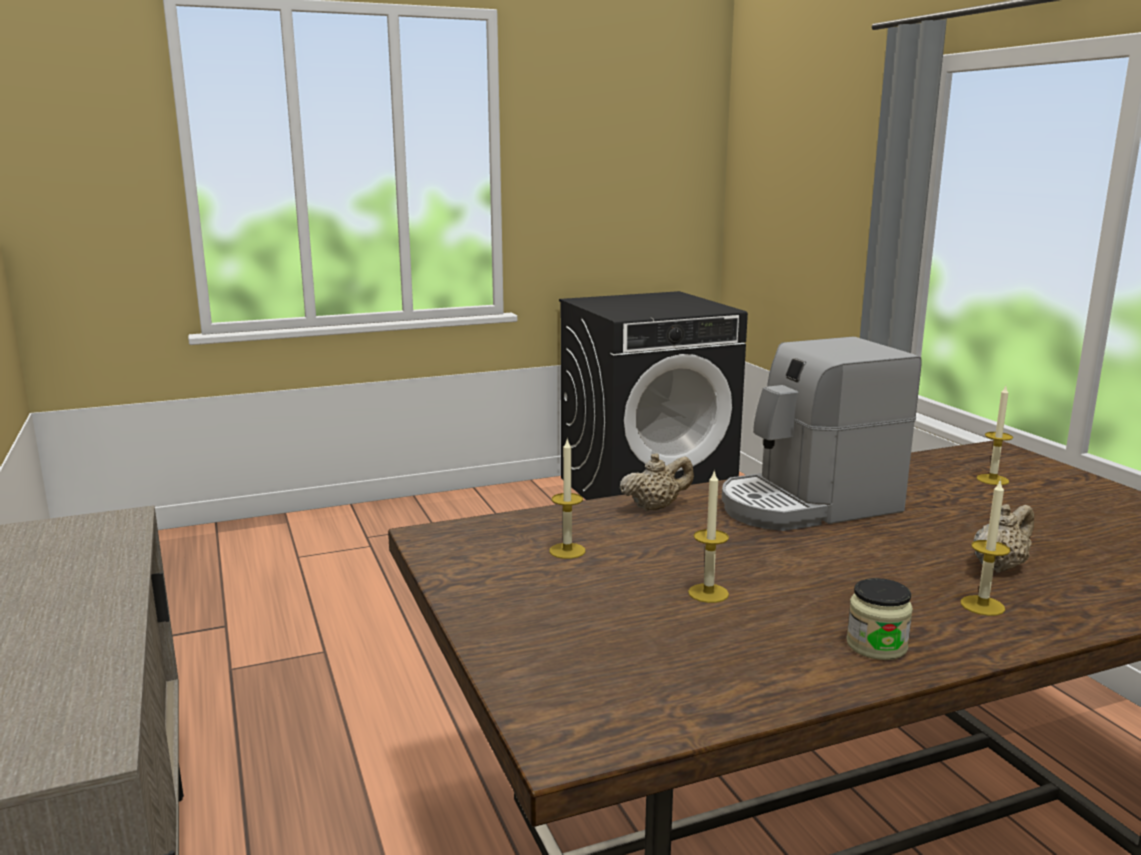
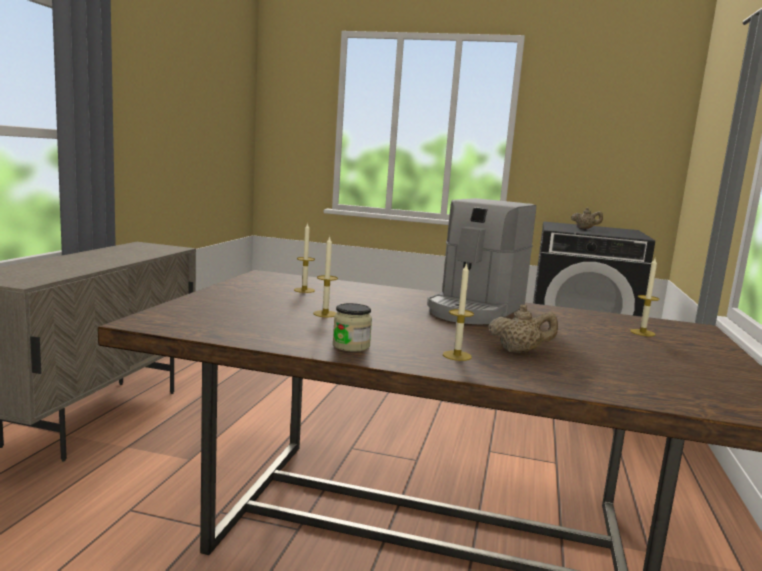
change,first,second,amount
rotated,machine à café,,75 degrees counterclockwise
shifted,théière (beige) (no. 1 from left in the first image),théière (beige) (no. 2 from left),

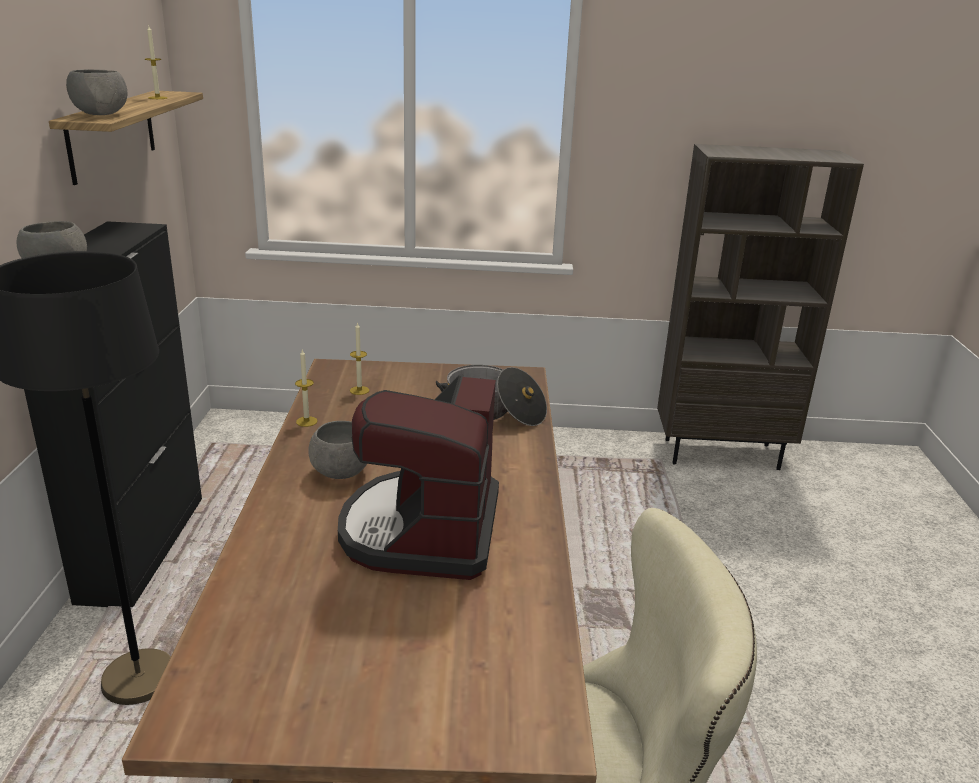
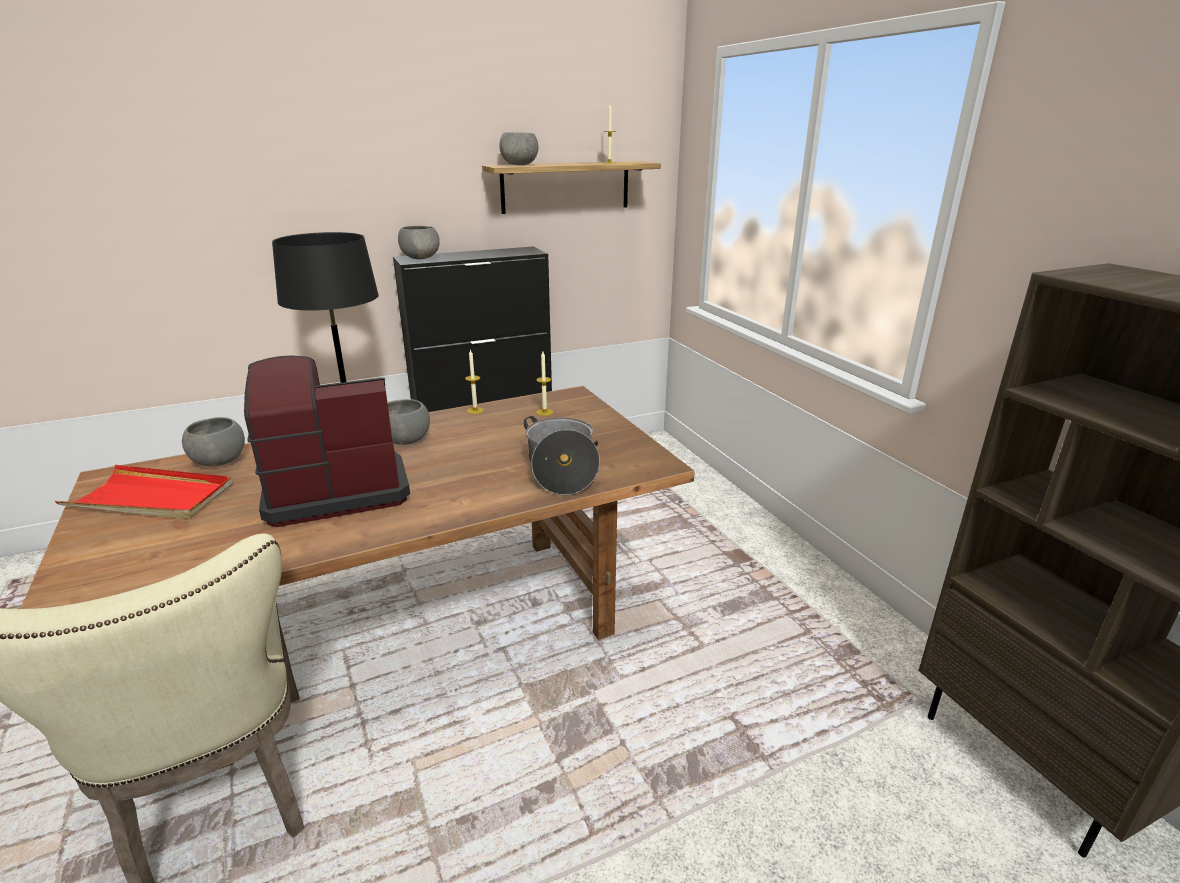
change,first,second,amount
new,,bol (gris) (no. 1 from left),
new,,plateau (rouge),

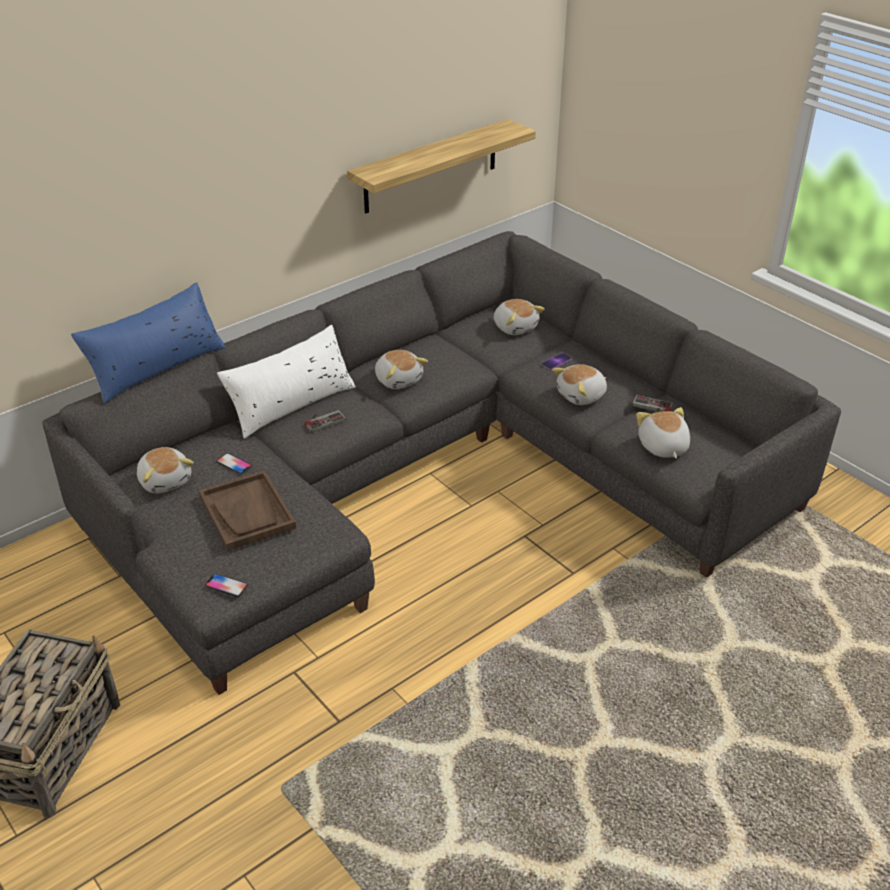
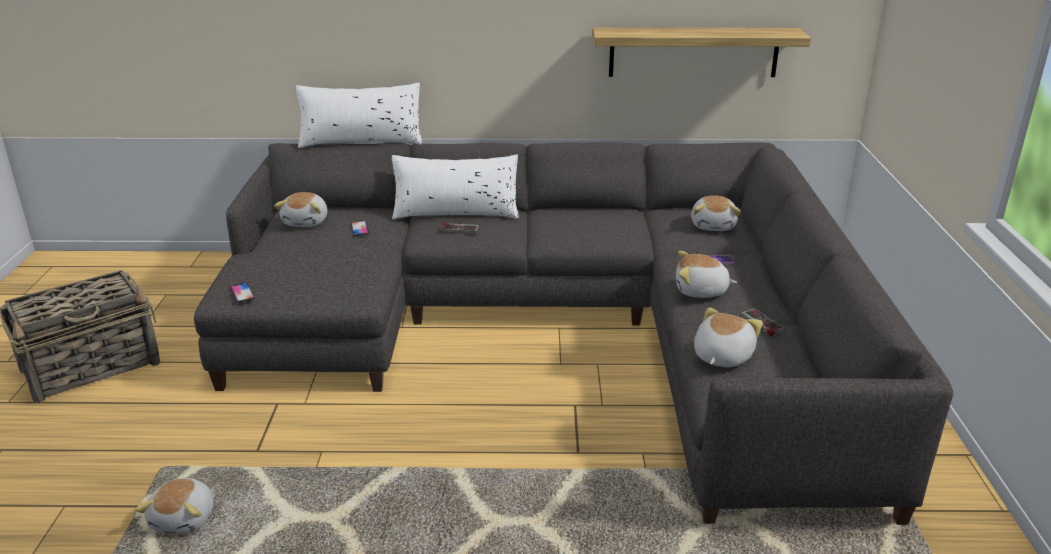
change,first,second,amount
repainted,coussin (bleu),coussin (blanc) (no. 1 from left),
shifted,peluche (no. 2 from left in the first image),peluche (no. 1 from left),
gone,plateau (marron),,

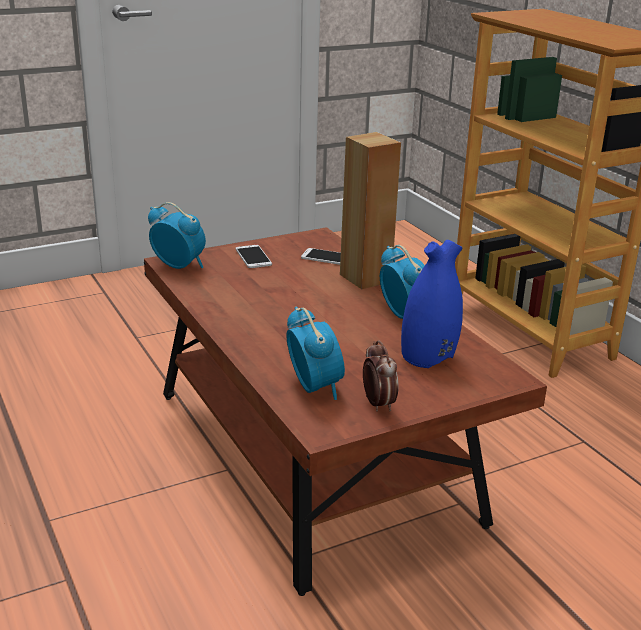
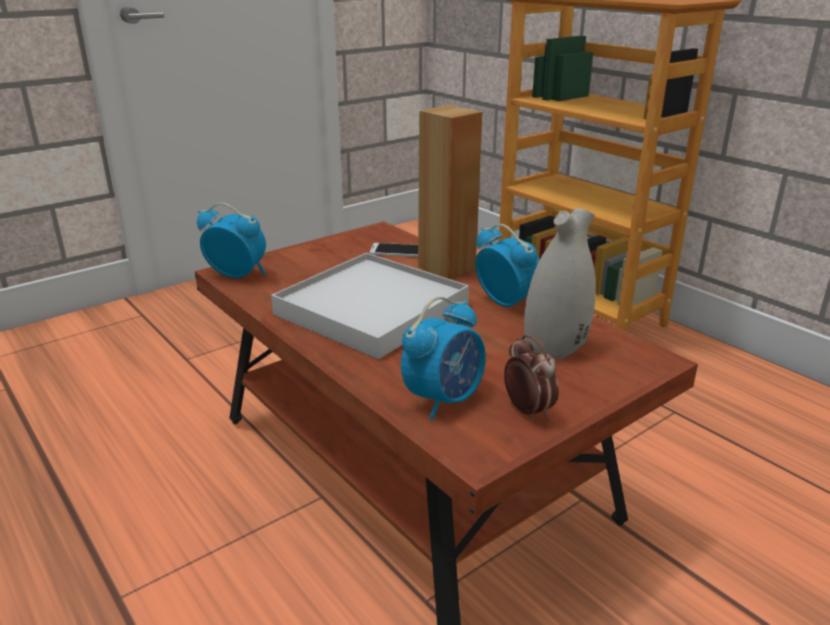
change,first,second,amount
repainted,vase (bleu),vase (blanc),
gone,téléphone (no. 1 from left),,
rotated,réveil (no. 2 from left),,75 degrees clockwise
new,,plateau (blanc),

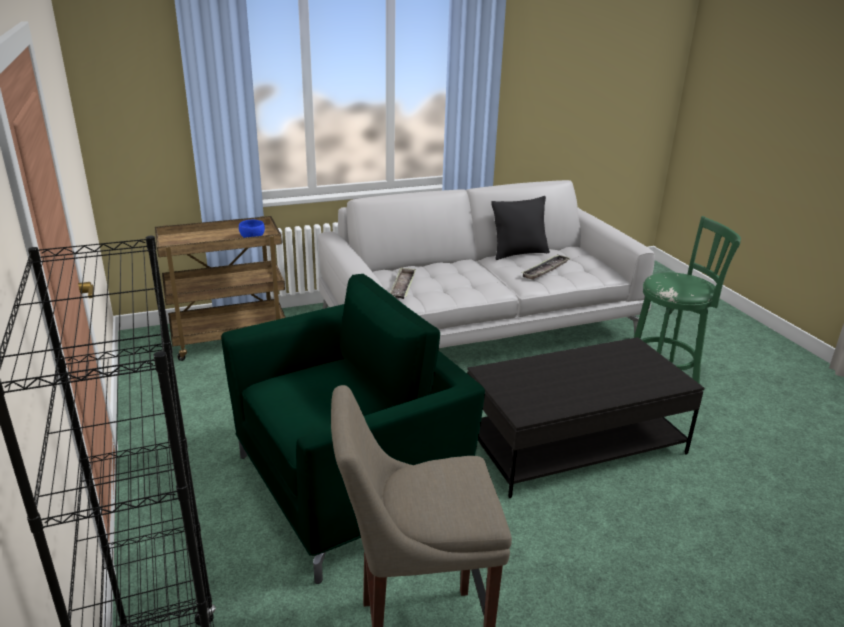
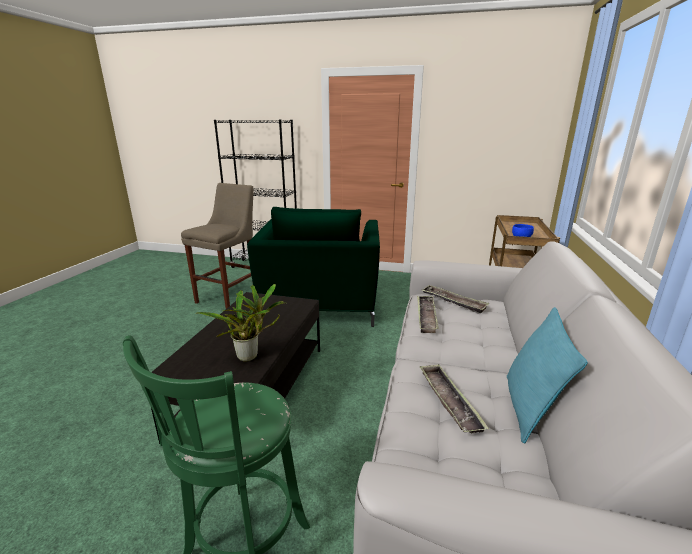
change,first,second,amount
repainted,coussin (noir),coussin (turquoise),
new,,plante en pot,
new,,plateau (no. 1 from left),

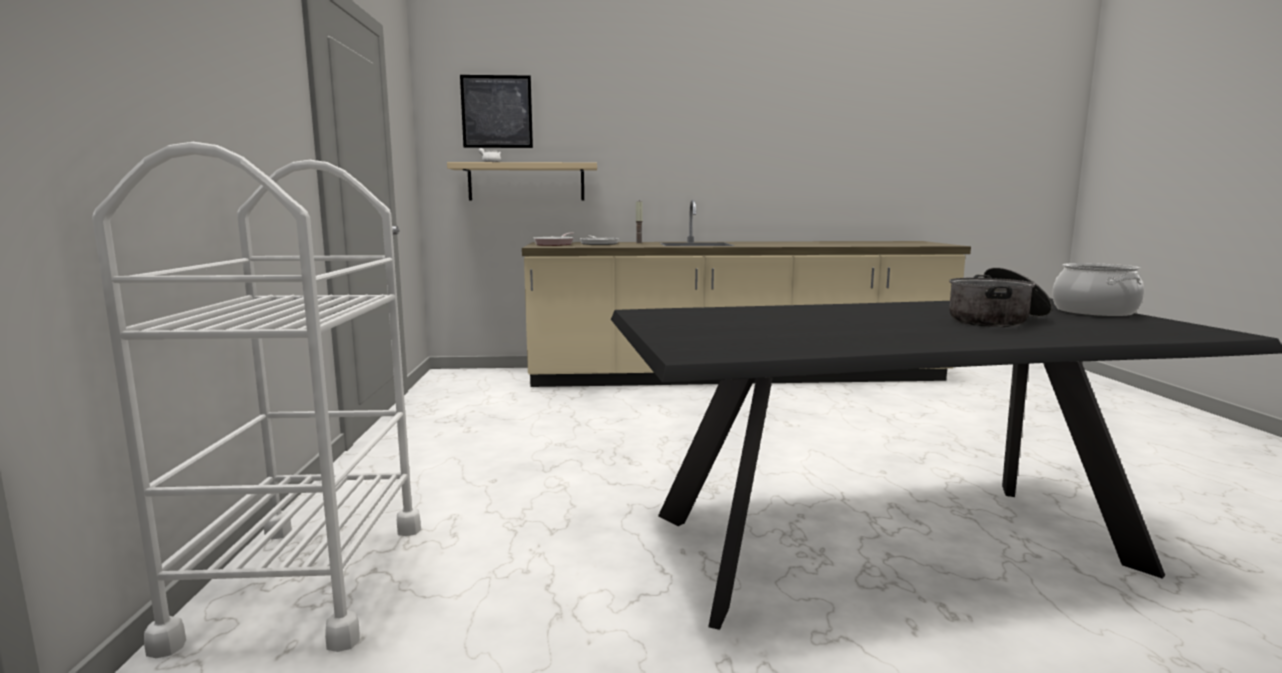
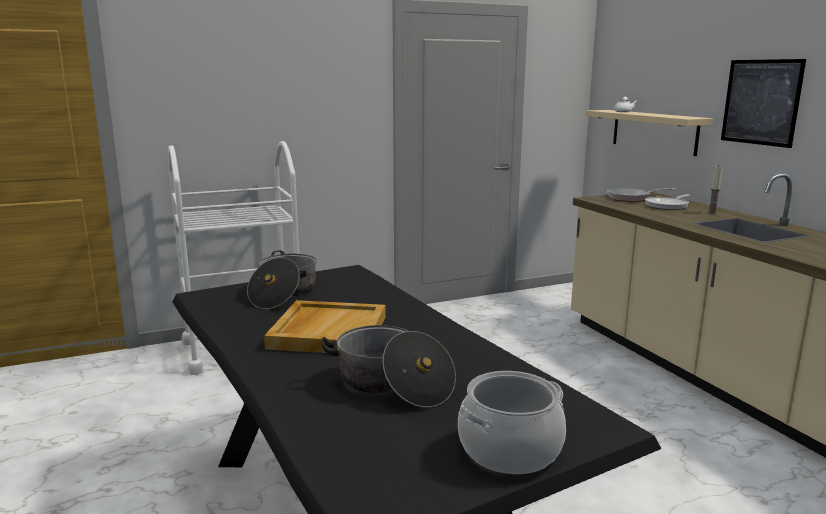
change,first,second,amount
shifted,tableau,,
new,,marmite (no. 1 from left),
new,,plateau (beige),

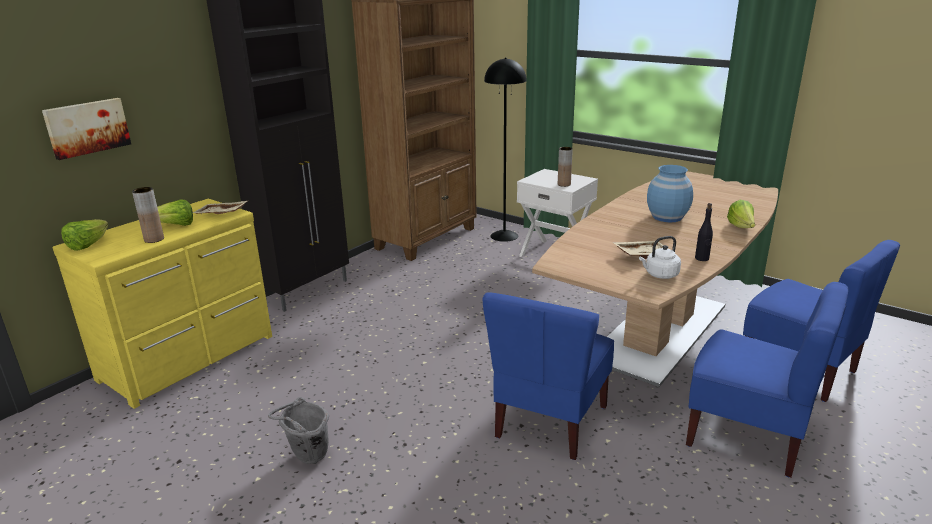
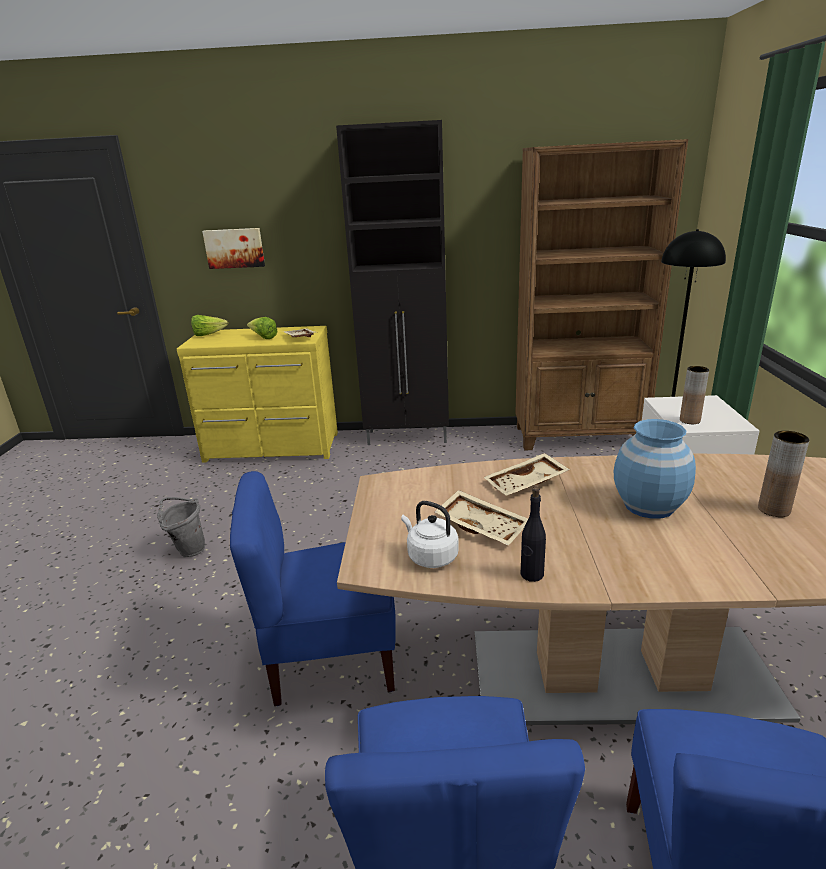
change,first,second,amount
shifted,vase (marron) (no. 1 from left in the first image),vase (marron) (no. 2 from left),
gone,laitue (no. 3 from left),,
new,,plateau (beige) (no. 3 from left),

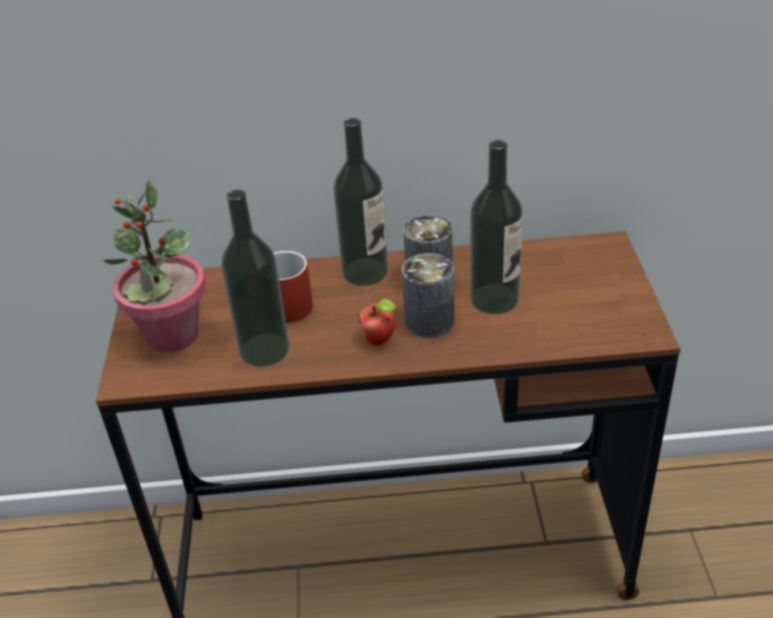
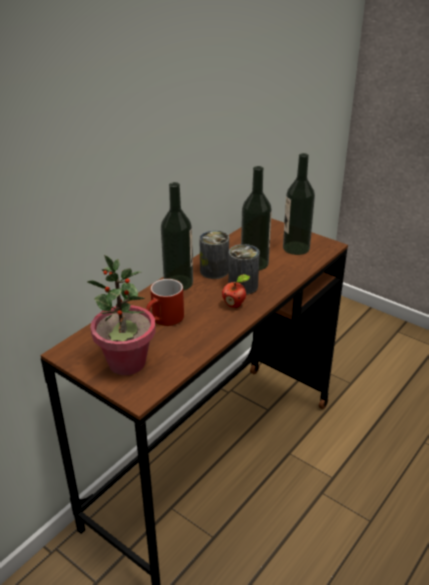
change,first,second,amount
shifted,bouteille (no. 1 from left in the first image),bouteille (no. 3 from left),

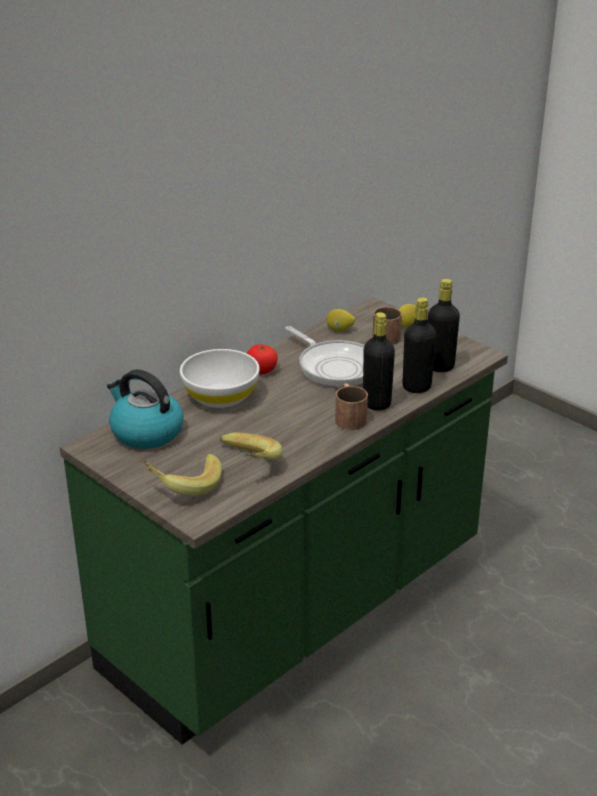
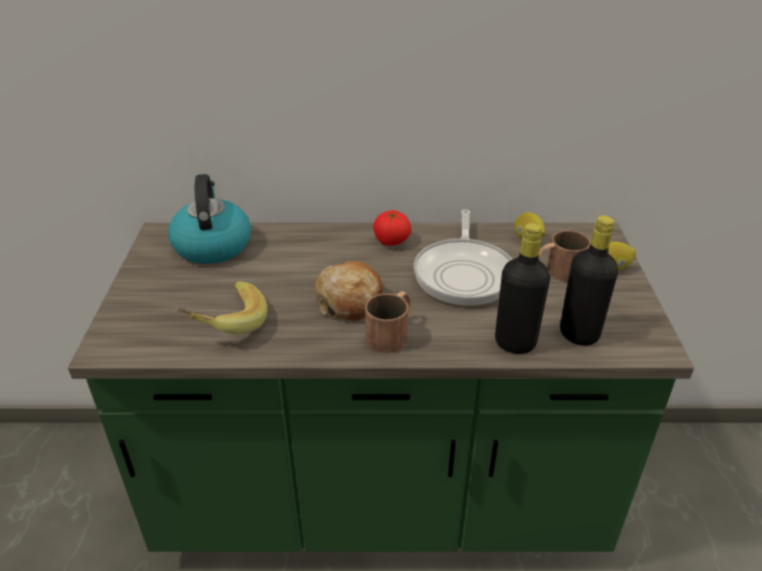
change,first,second,amount
gone,bouteille (noir) (no. 1 from left),,
gone,bol (blanc),,
gone,banane (no. 1 from left),,
new,,pain,

